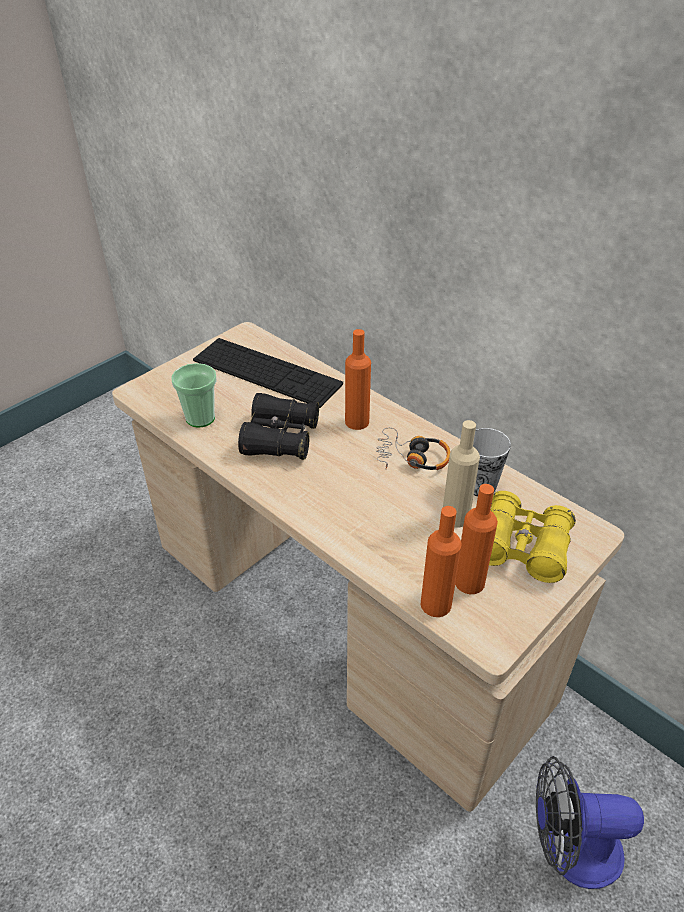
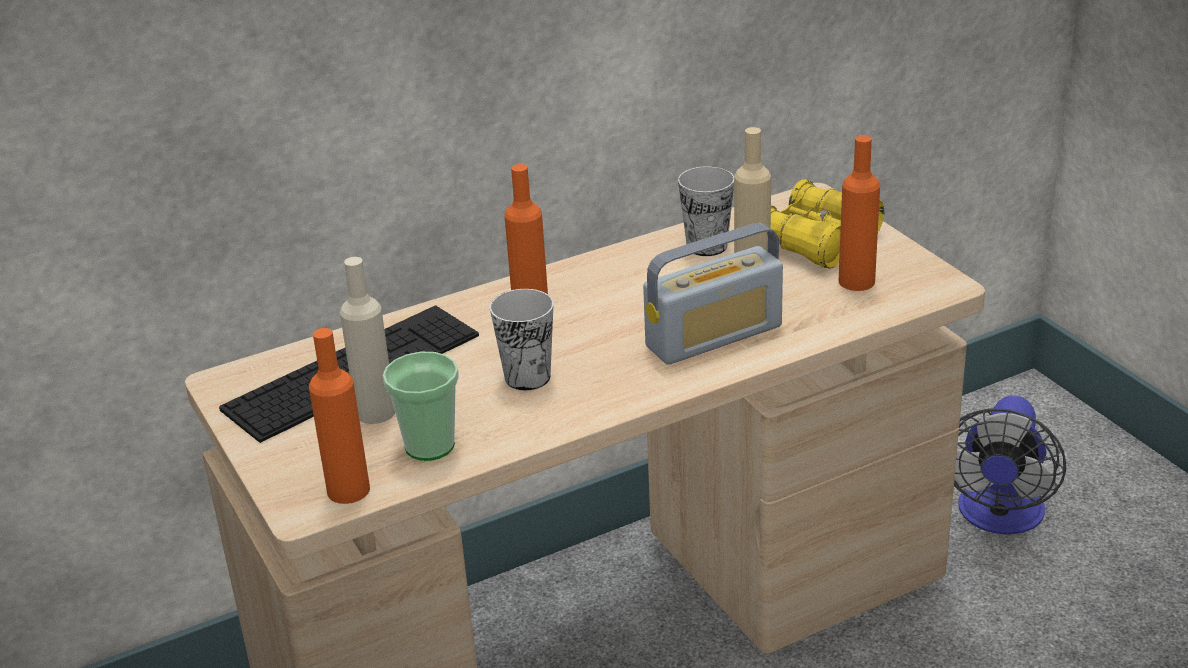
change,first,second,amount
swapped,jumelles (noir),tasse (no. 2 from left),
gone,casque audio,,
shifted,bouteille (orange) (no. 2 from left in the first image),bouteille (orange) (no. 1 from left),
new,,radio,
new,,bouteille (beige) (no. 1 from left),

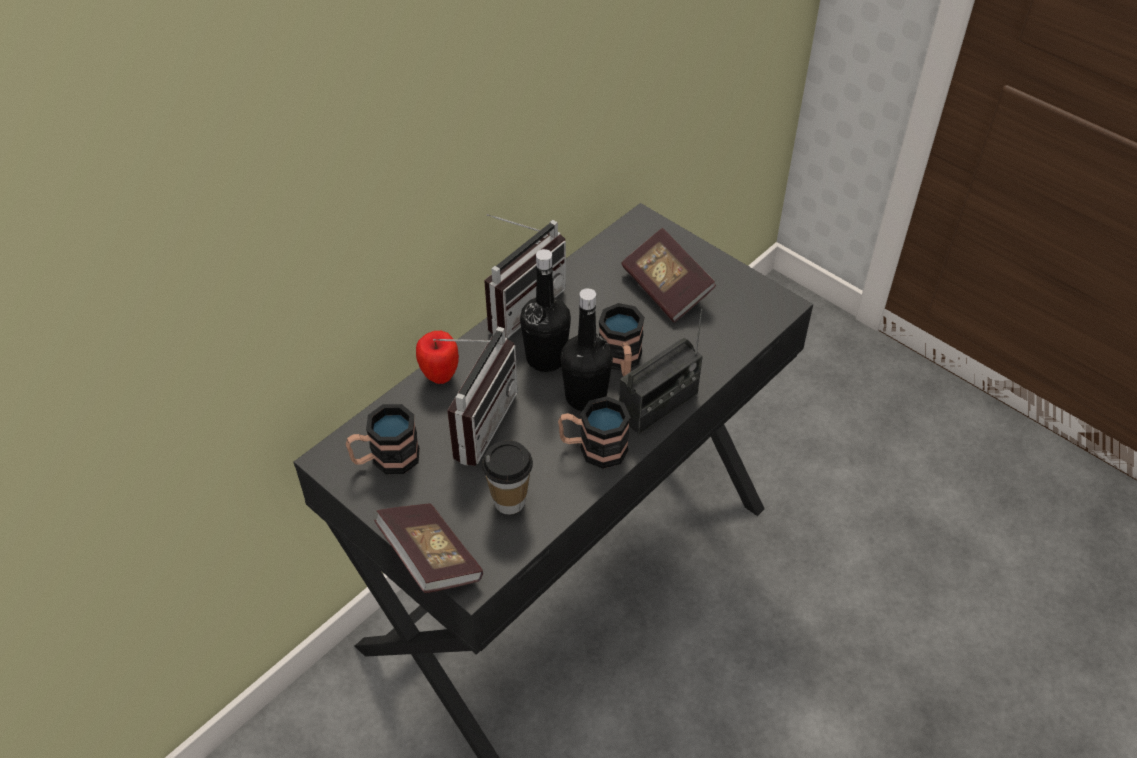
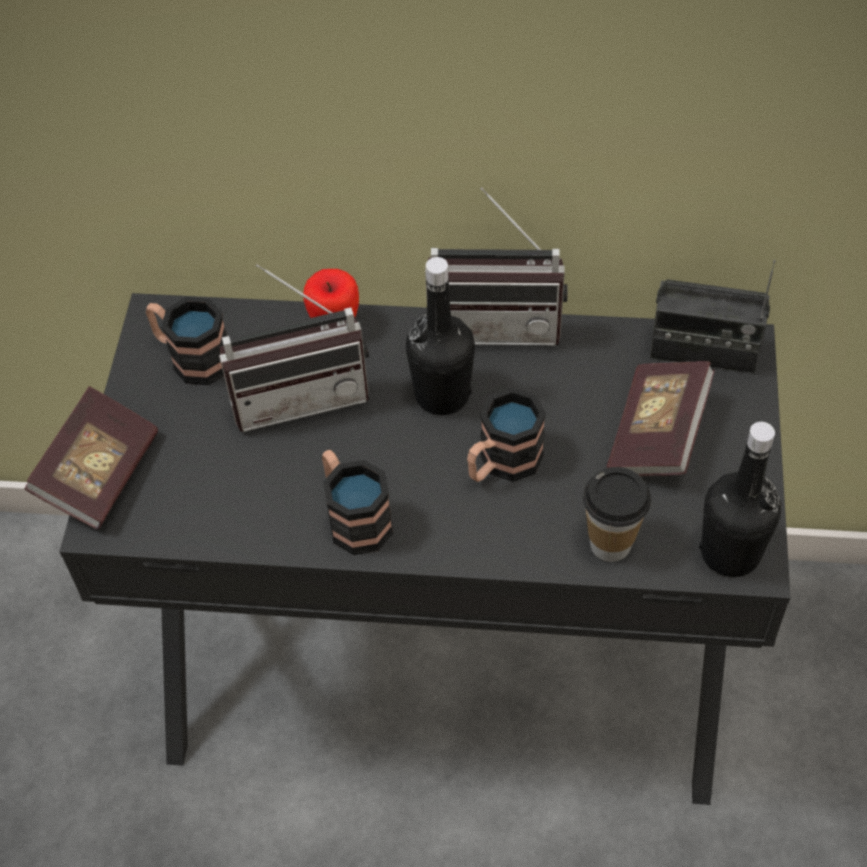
change,first,second,amount
shifted,bouteille (noir) (no. 2 from left),,
shifted,radio (no. 3 from left),,
shifted,tasse,,

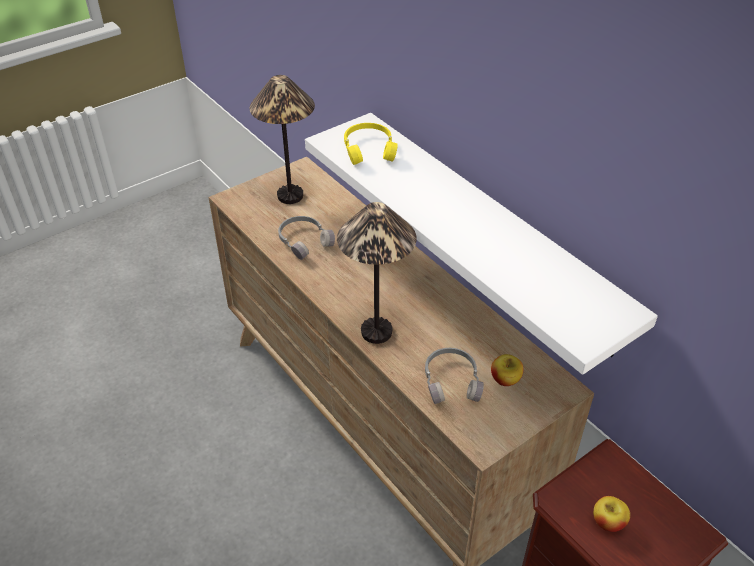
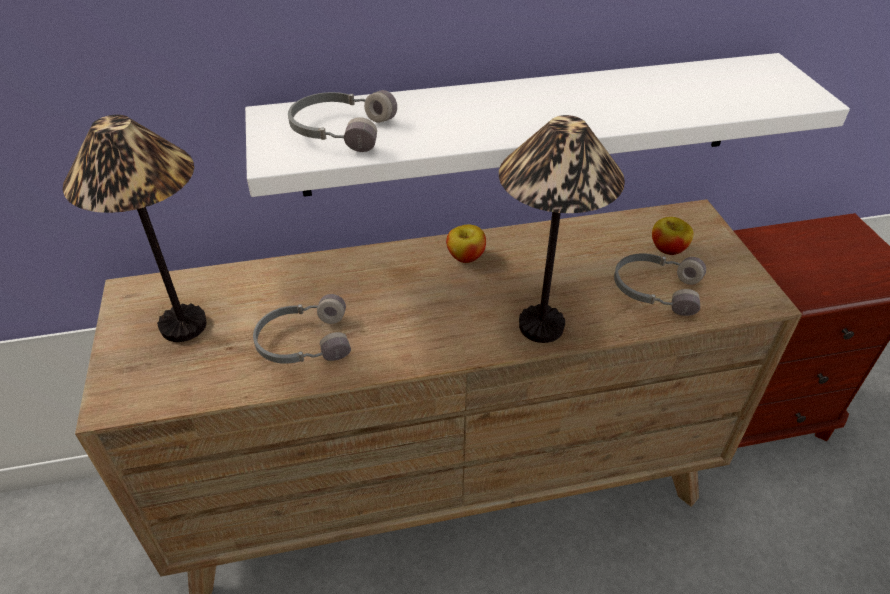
change,first,second,amount
repainted,casque audio (jaune),casque audio (gris) (no. 2 from left),
shifted,pomme (no. 2 from left in the first image),pomme (no. 1 from left),

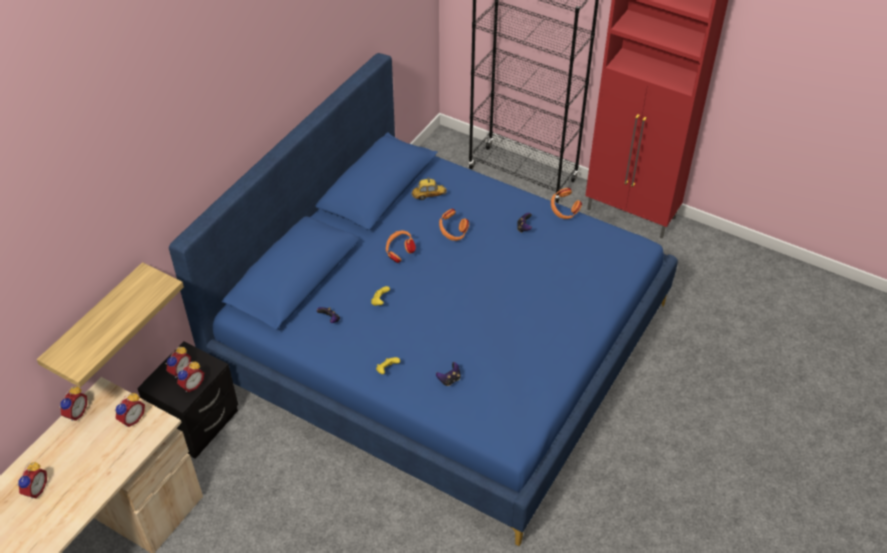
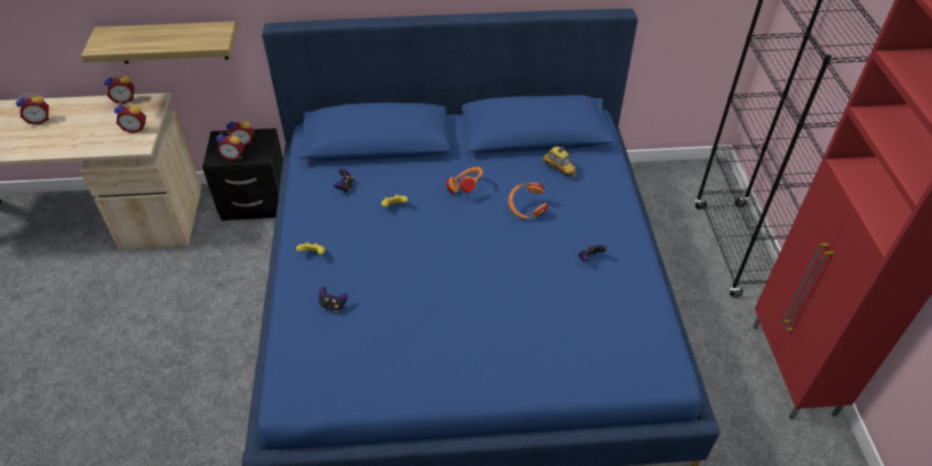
change,first,second,amount
gone,casque audio (orange) (no. 3 from left),,

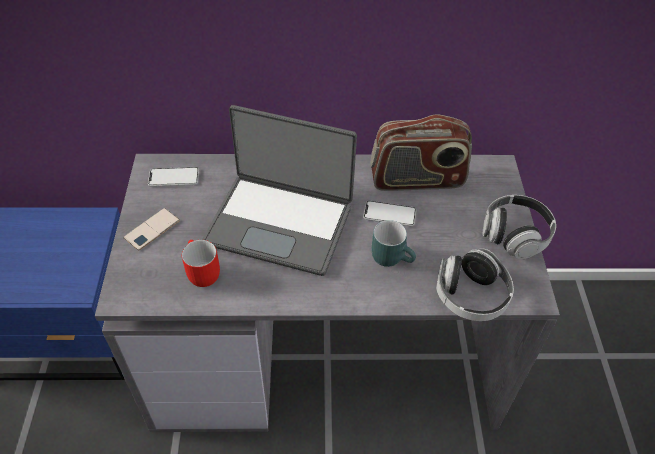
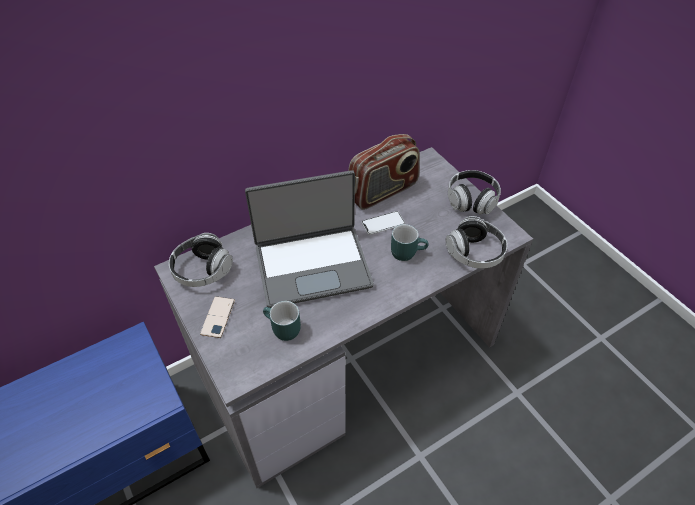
change,first,second,amount
swapped,téléphone (no. 2 from left),casque audio (no. 1 from left),
repainted,mug (rouge),mug (turquoise) (no. 1 from left),

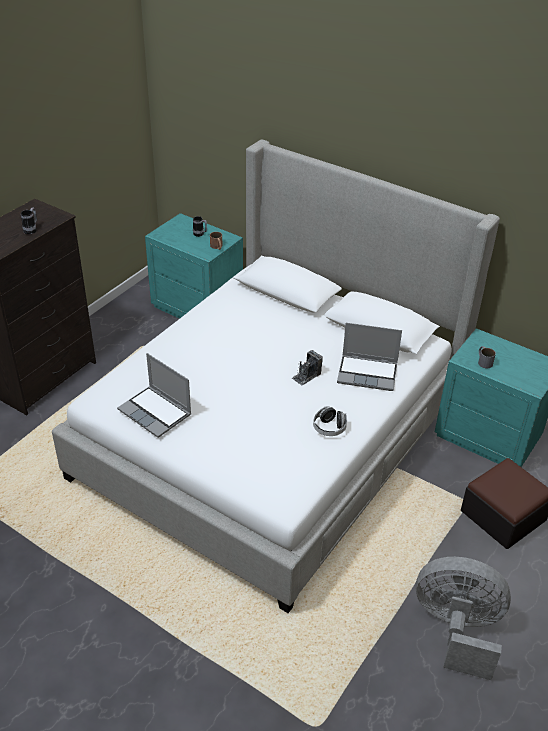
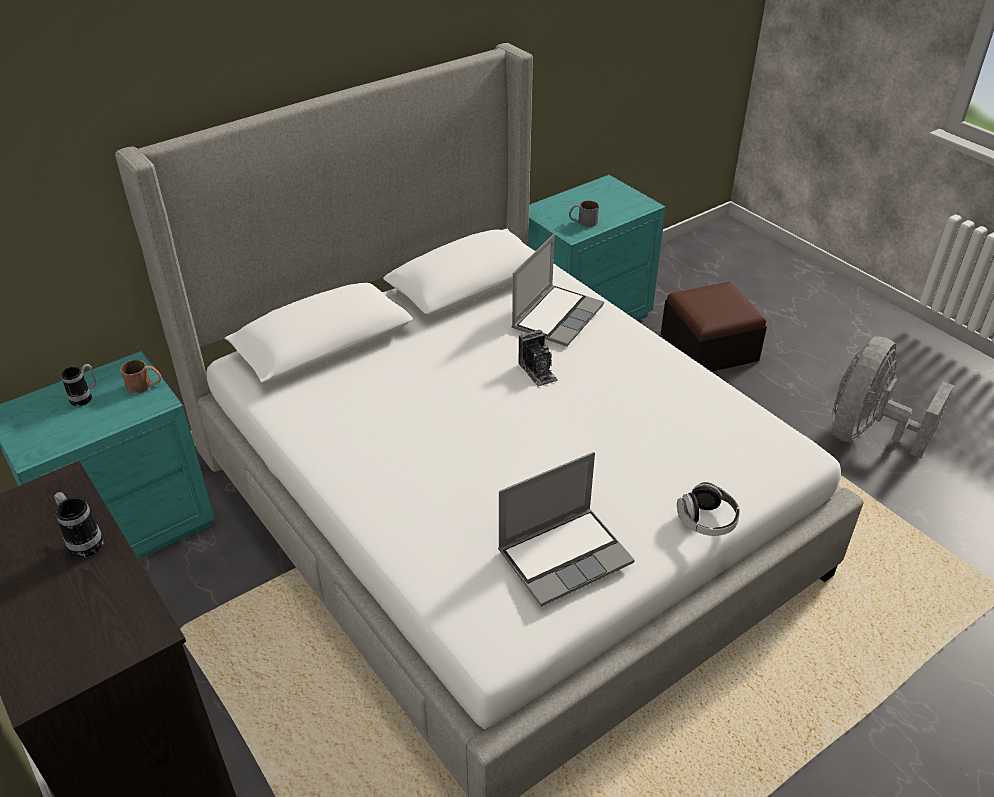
change,first,second,amount
shifted,casque audio,,

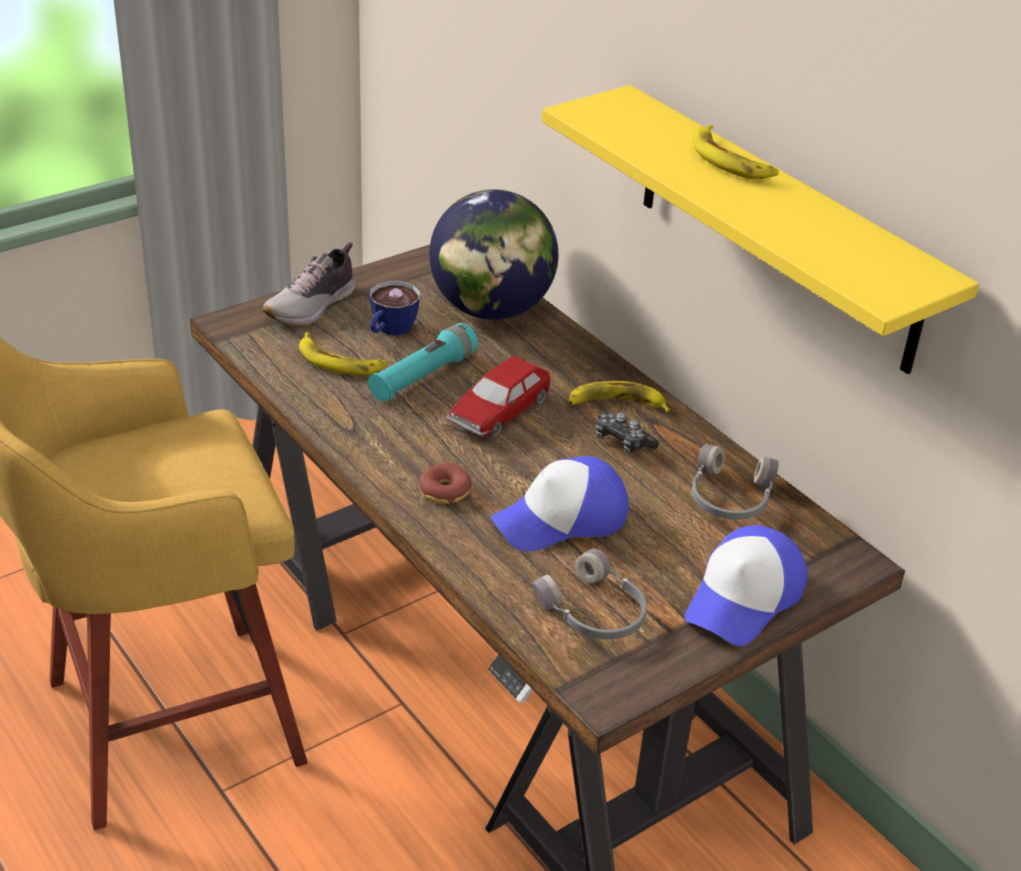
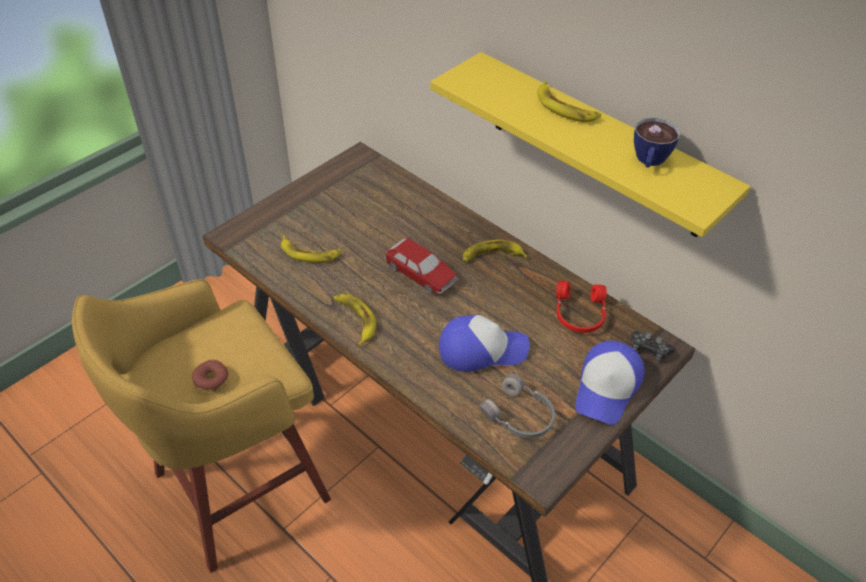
change,first,second,amount
gone,globe,,
gone,chaussure,,
shifted,tasse,,
gone,lampe de poche (turquoise),,
rotated,petite voiture,,75 degrees counterclockwise
shifted,manette,,
repainted,casque audio (gris) (no. 2 from left),casque audio (rouge),
rotated,casquette (no. 1 from left),,150 degrees counterclockwise
shifted,beignet,,
new,,banane (no. 2 from left),

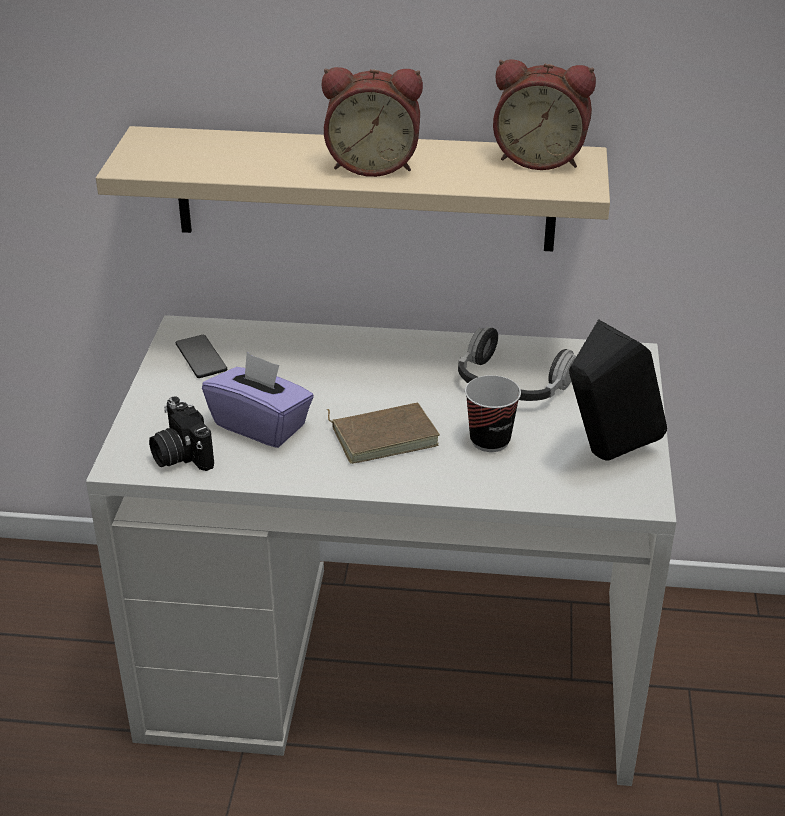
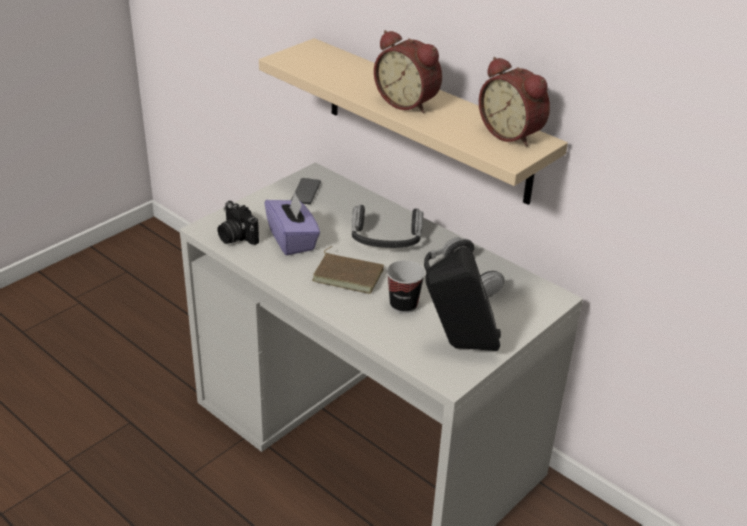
change,first,second,amount
rotated,appareil photo,,45 degrees counterclockwise
new,,casque audio (no. 1 from left),

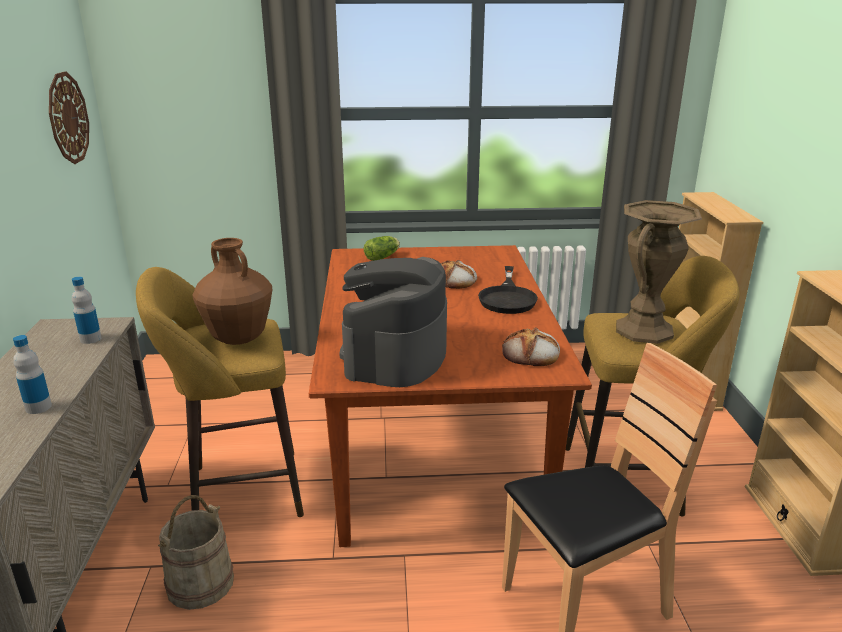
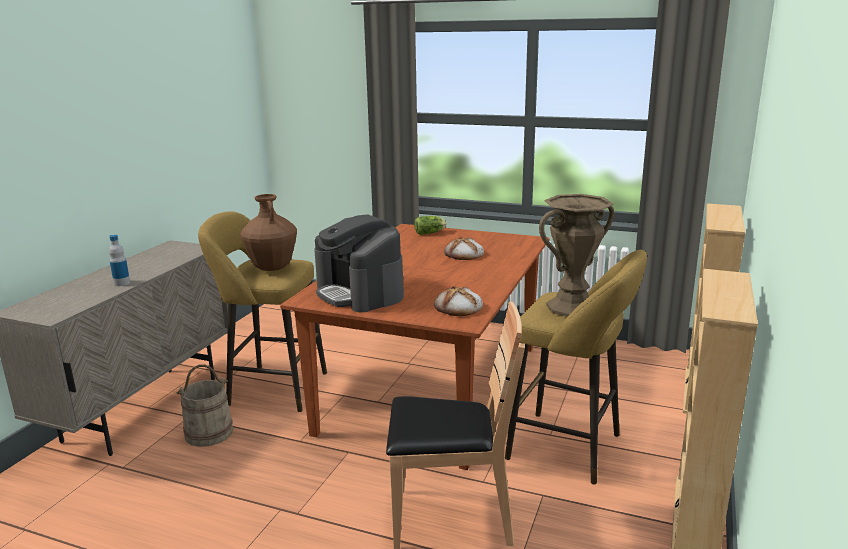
change,first,second,amount
gone,horloge murale,,
rotated,machine à café,,75 degrees counterclockwise
gone,poêle (noir),,
gone,bouteille (no. 2 from left),,

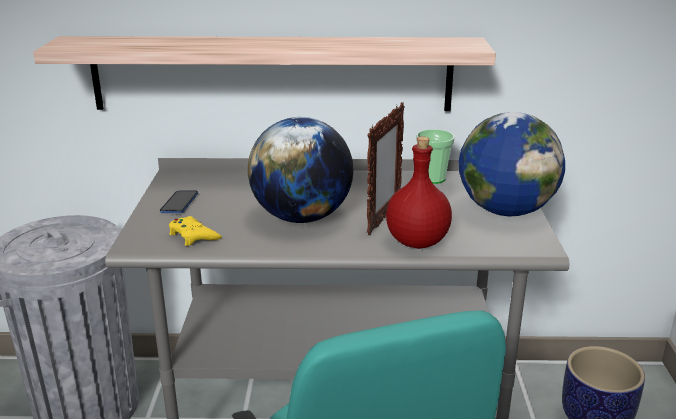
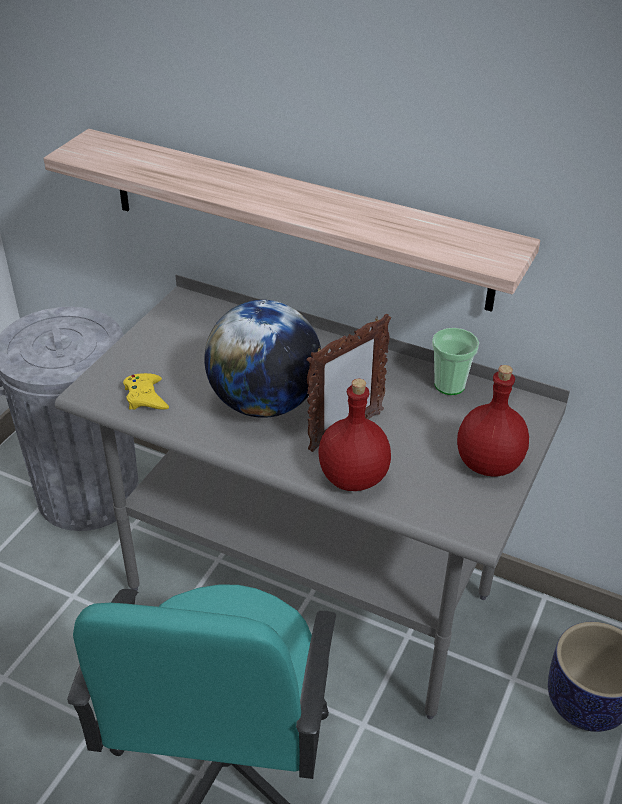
change,first,second,amount
swapped,globe (no. 2 from left),bouteille (rouge) (no. 2 from left),
gone,téléphone,,

